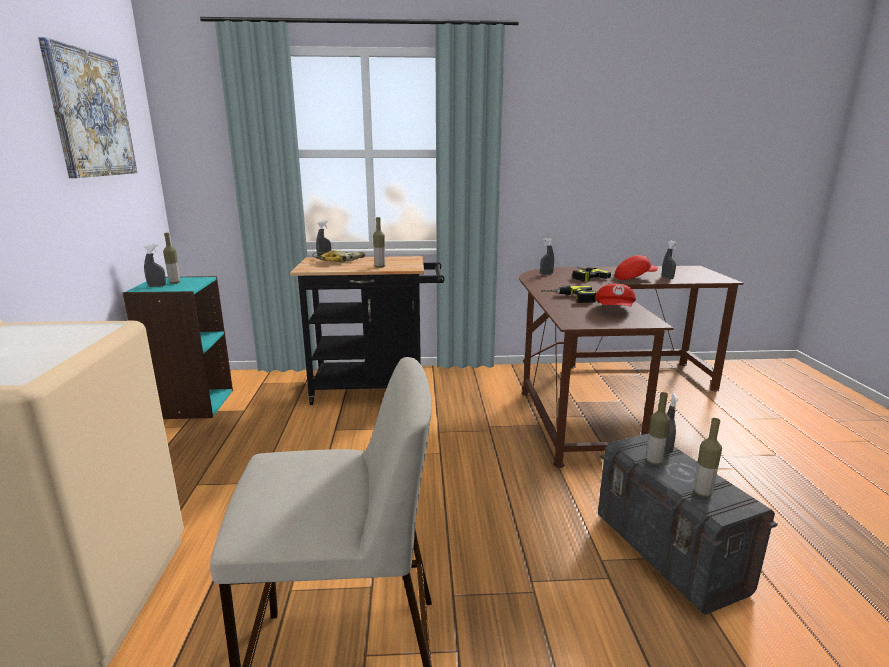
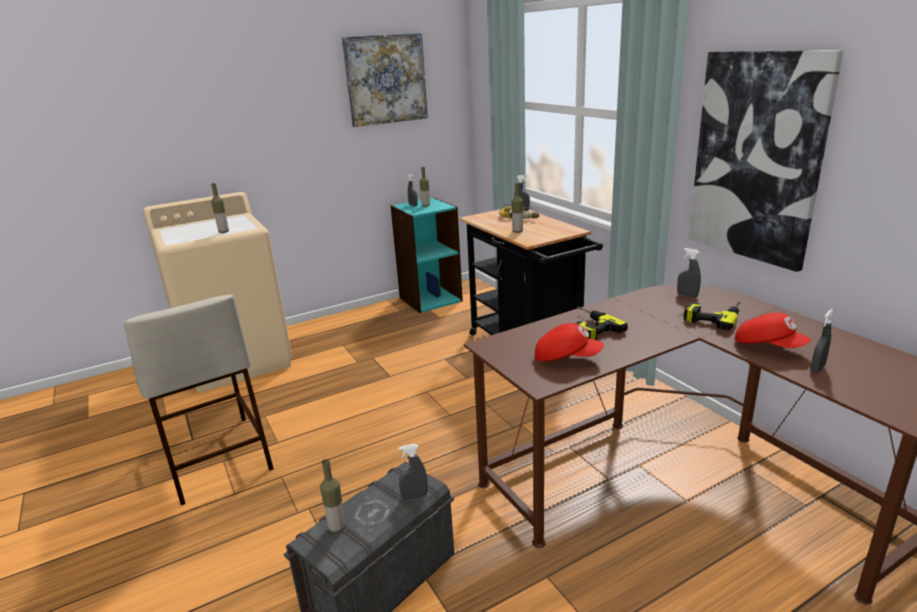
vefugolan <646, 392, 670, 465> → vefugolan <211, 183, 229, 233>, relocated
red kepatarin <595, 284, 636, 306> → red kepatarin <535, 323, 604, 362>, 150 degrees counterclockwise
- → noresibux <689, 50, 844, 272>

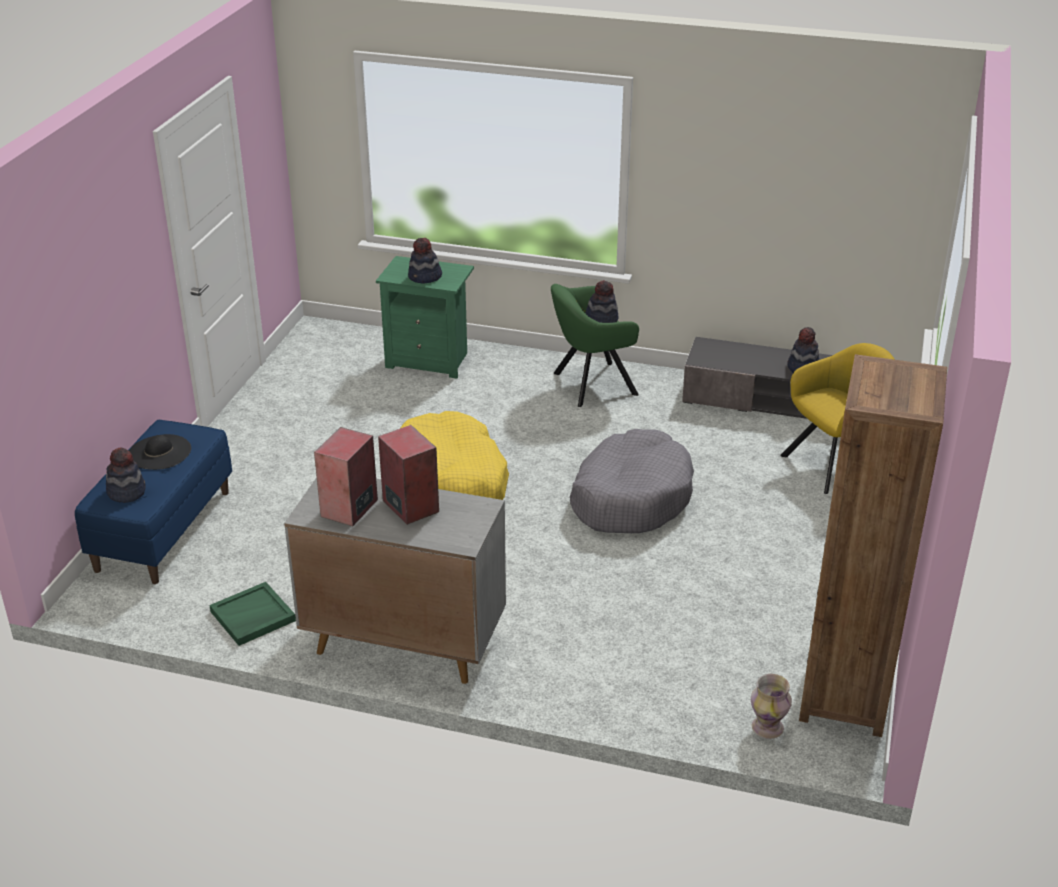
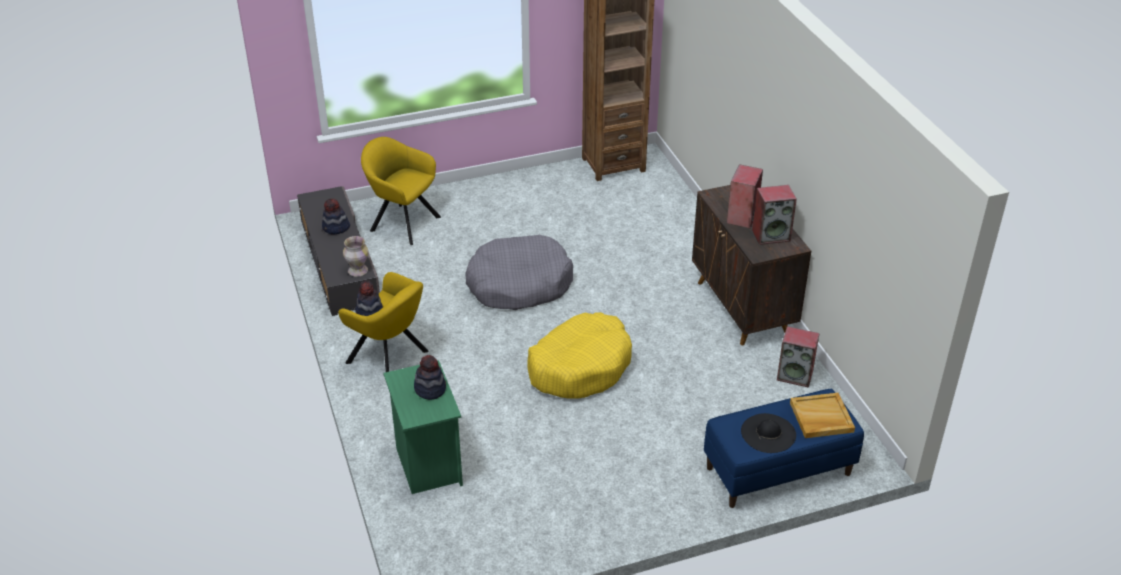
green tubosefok <551, 284, 639, 407> → yellow tubosefok <338, 272, 429, 372>
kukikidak <751, 674, 792, 739> → kukikidak <343, 236, 369, 277>, relocated
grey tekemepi <284, 478, 506, 684> → brown tekemepi <692, 185, 811, 345>
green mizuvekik <210, 582, 296, 646> → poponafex <777, 326, 820, 388>
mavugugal <106, 447, 146, 503> → beige mizuvekik <790, 393, 855, 438>

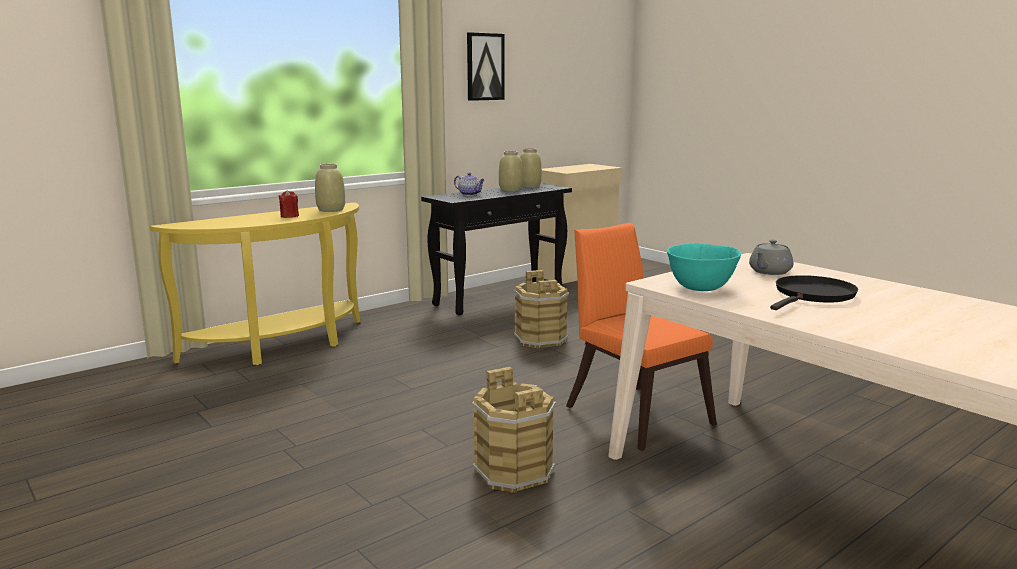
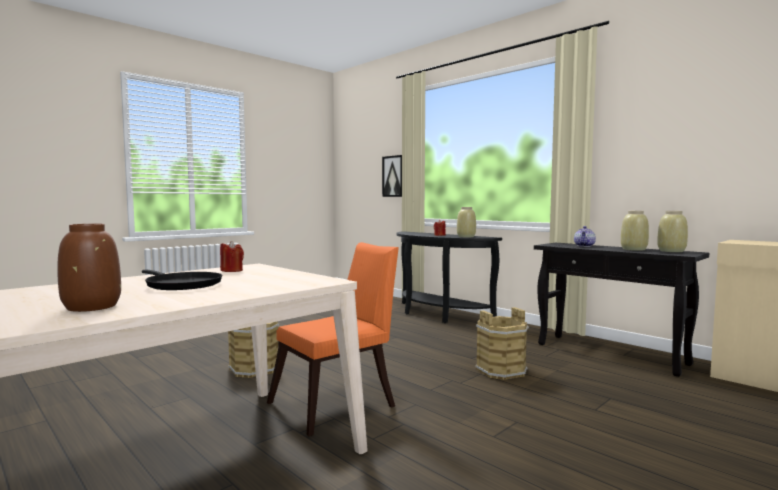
- → brown kukikidak <57, 224, 121, 312>
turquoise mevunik <667, 243, 741, 291> → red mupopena <220, 241, 244, 272>
noresibux <467, 32, 505, 101> → noresibux <382, 155, 402, 197>, relocated
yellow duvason <150, 202, 361, 365> → black duvason <397, 231, 502, 323>
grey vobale <749, 240, 793, 275> → -

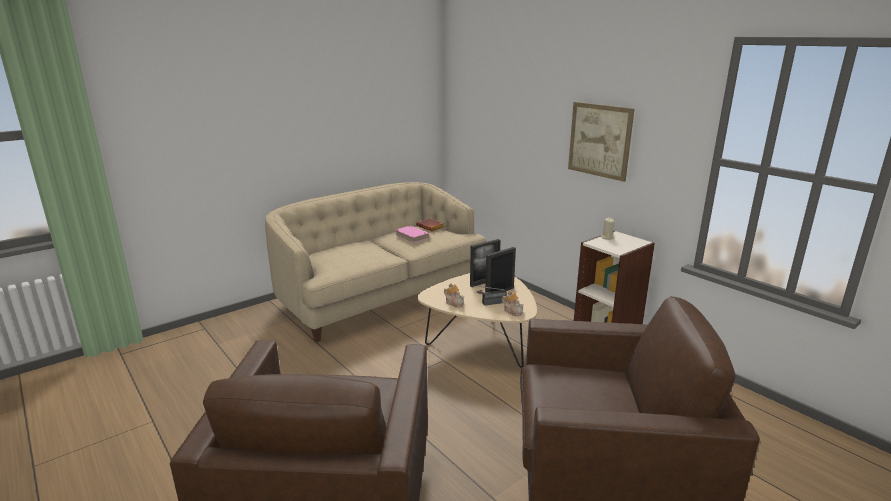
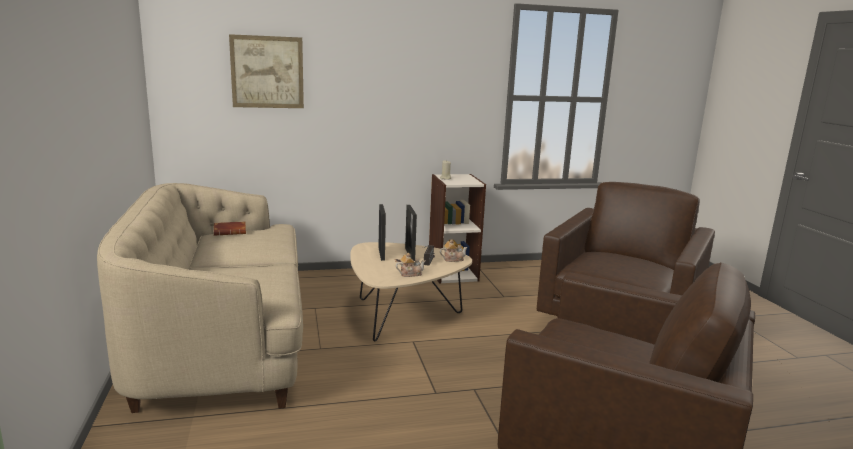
noresibux <568, 102, 634, 182> → noresibux <229, 34, 304, 108>, relocated
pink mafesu <395, 225, 429, 243> → -

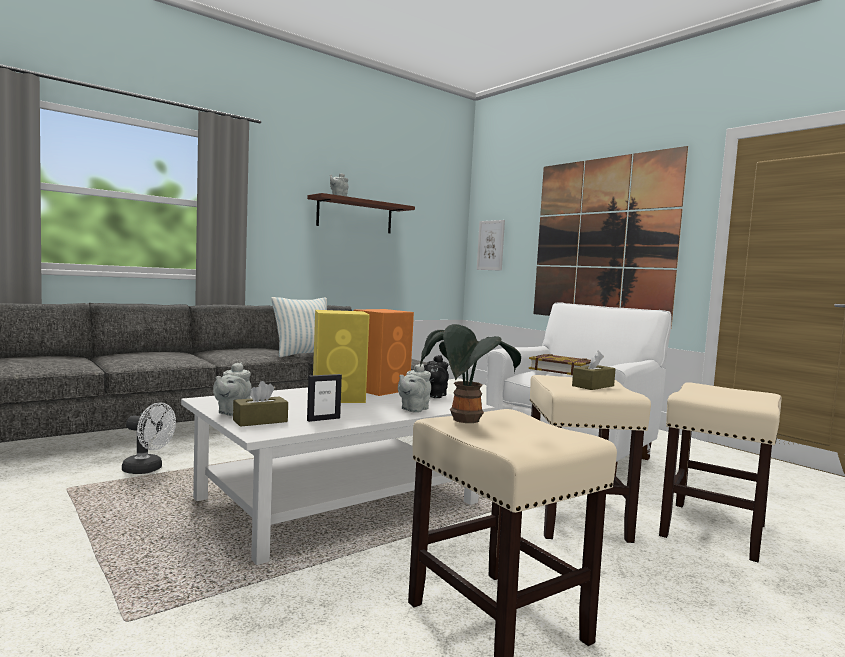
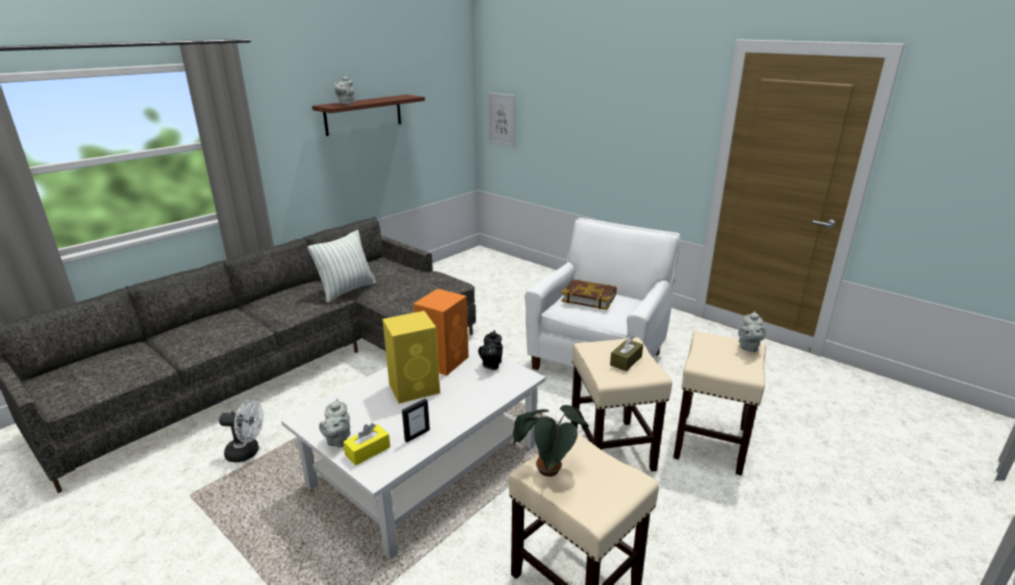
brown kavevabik <233, 381, 288, 427> → yellow kavevabik <343, 423, 390, 465>
grey vobale <398, 364, 431, 413> → grey vobale <738, 311, 766, 352>, relocated
noresibux <534, 146, 688, 329> → -

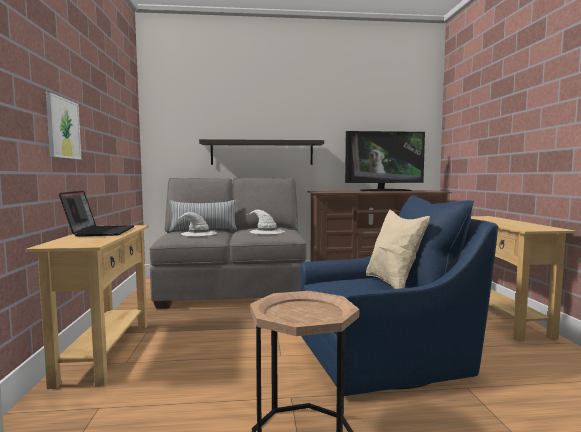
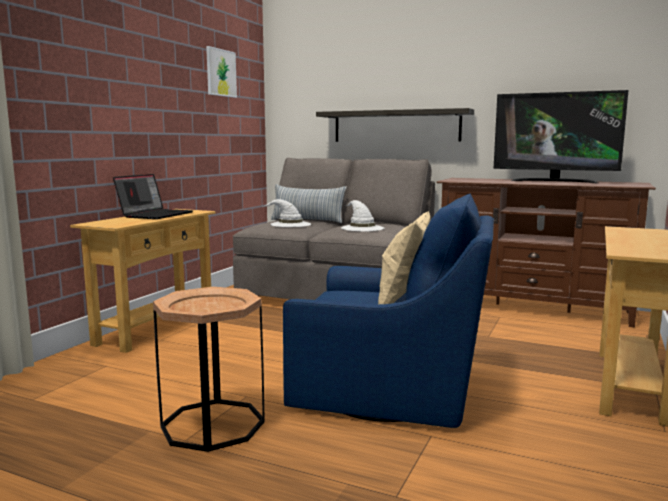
noresibux <46, 92, 81, 159> → noresibux <206, 46, 237, 98>, relocated

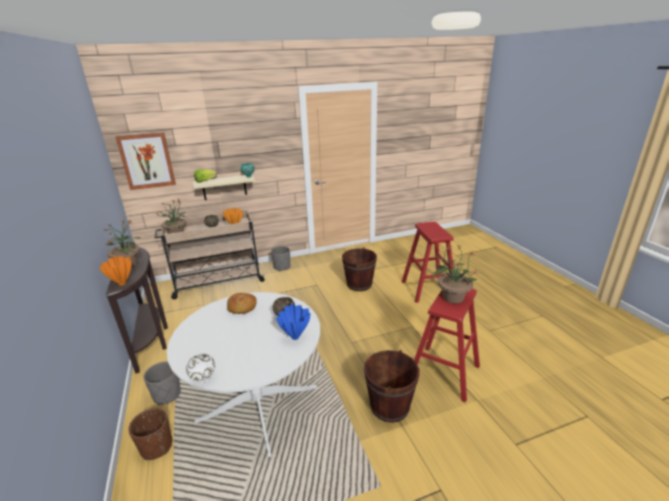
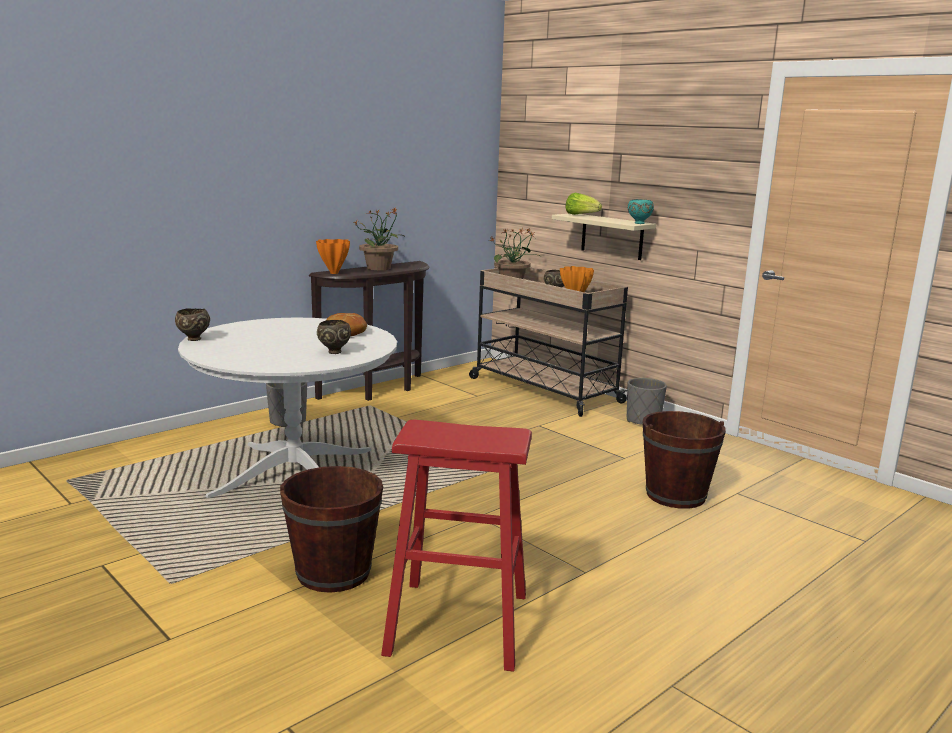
white mevunik <186, 353, 215, 383> → brown mevunik <175, 308, 210, 341>
noresibux <116, 132, 176, 190> → -
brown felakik <129, 408, 172, 460> → -
blue kukikidak <276, 303, 310, 340> → -
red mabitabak <402, 222, 454, 303> → -
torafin <433, 245, 477, 304> → -

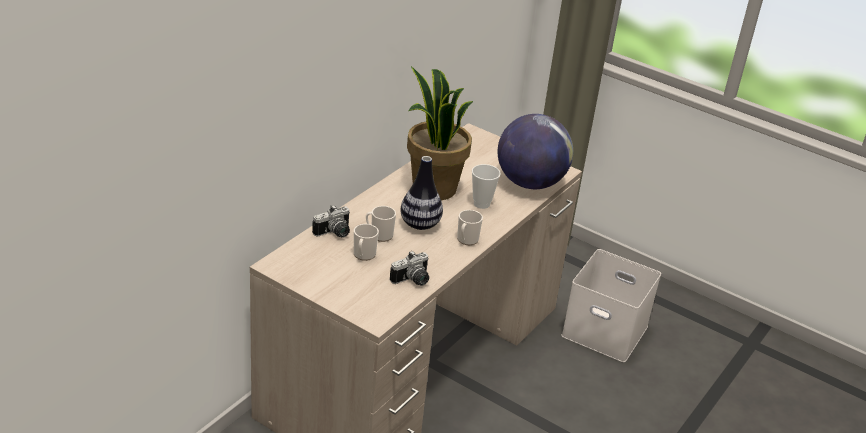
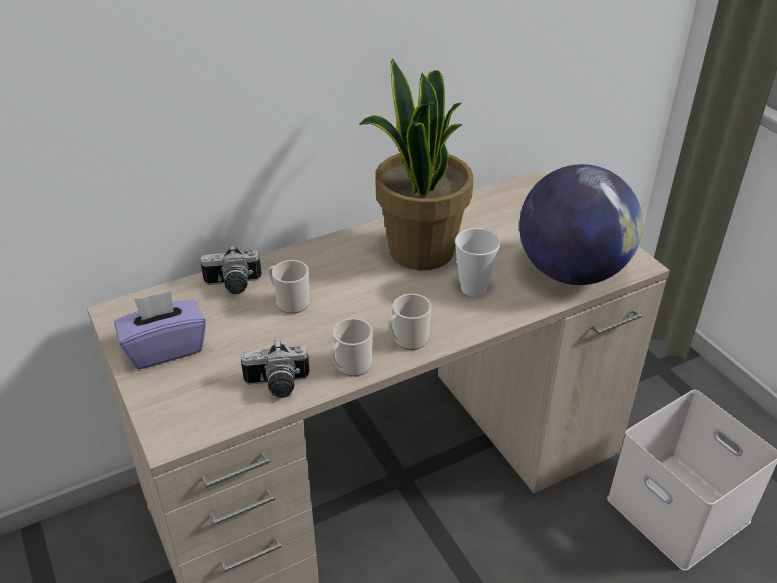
- → purple kavevabik <114, 291, 206, 370>
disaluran <354, 224, 379, 261> → disaluran <331, 318, 373, 377>, relocated
kukikidak <400, 156, 443, 230> → -

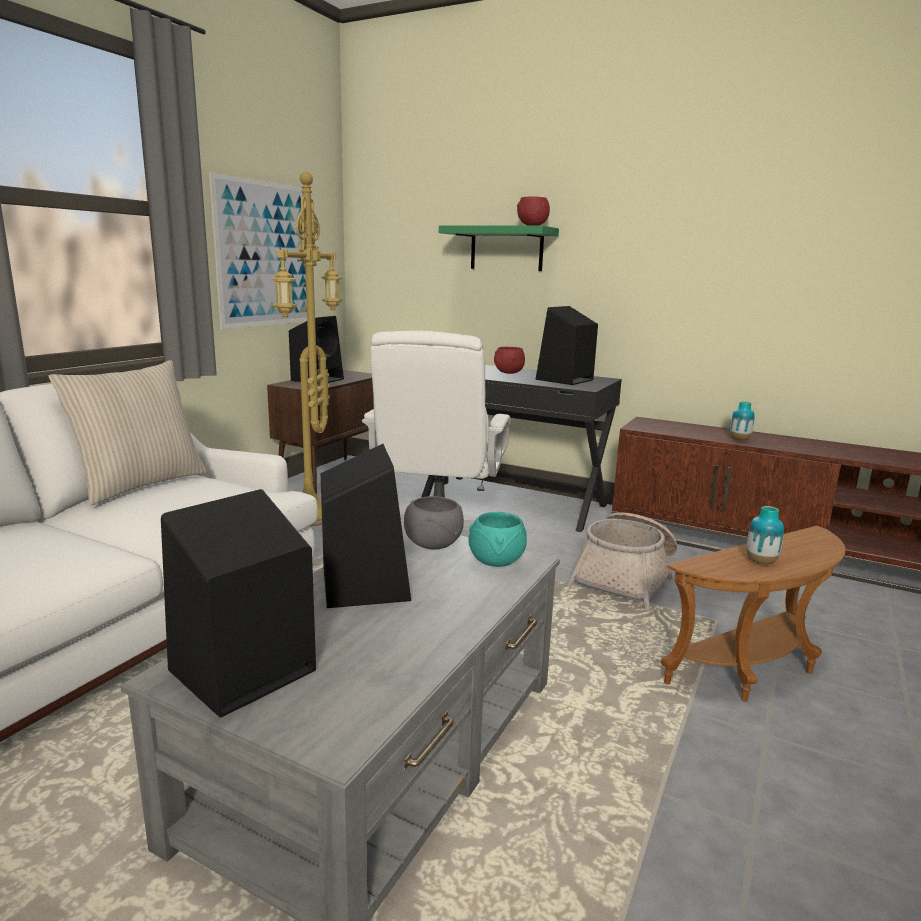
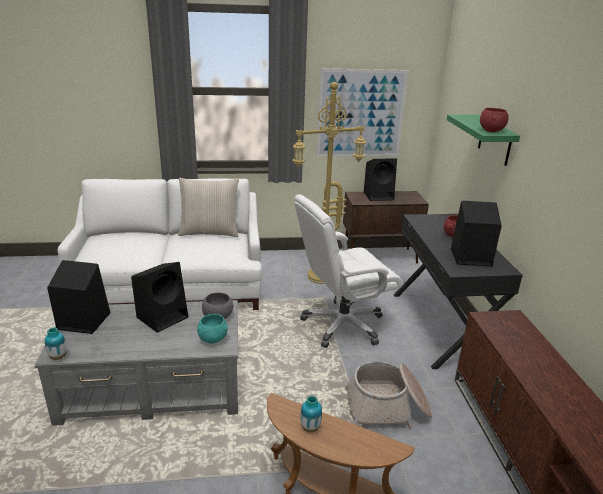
kukikidak <730, 401, 755, 440> → kukikidak <45, 328, 67, 360>, relocated

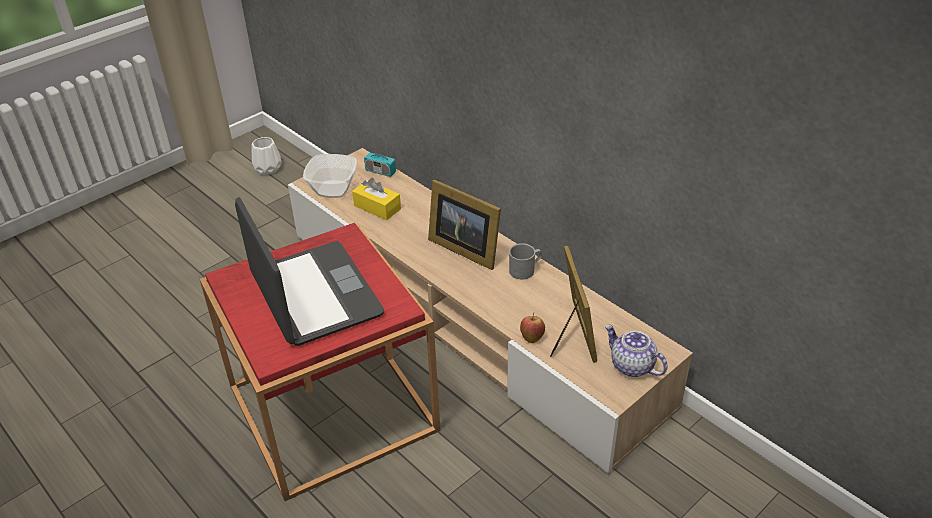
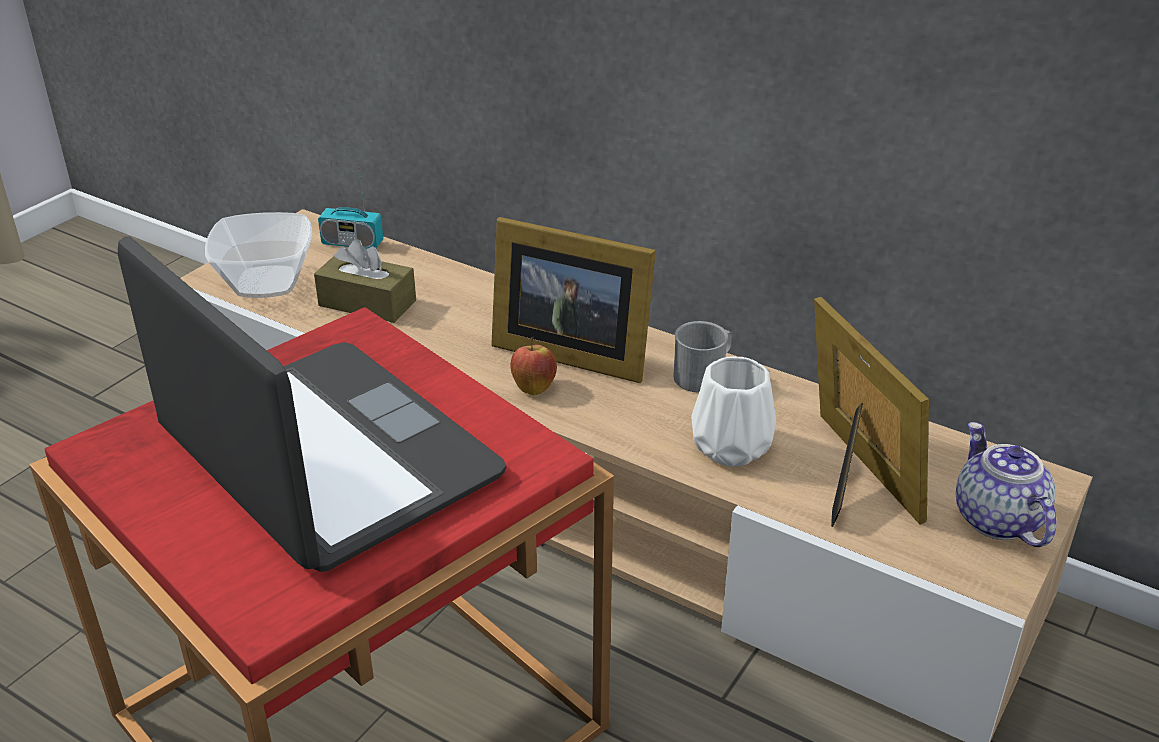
yellow kavevabik <352, 178, 401, 220> → brown kavevabik <314, 239, 416, 323>
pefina <520, 313, 545, 343> → pefina <510, 336, 557, 396>, relocated
white kukikidak <251, 137, 282, 175> → white kukikidak <691, 356, 776, 467>, relocated
vobale <605, 325, 668, 377> → vobale <956, 422, 1057, 547>, 45 degrees clockwise

